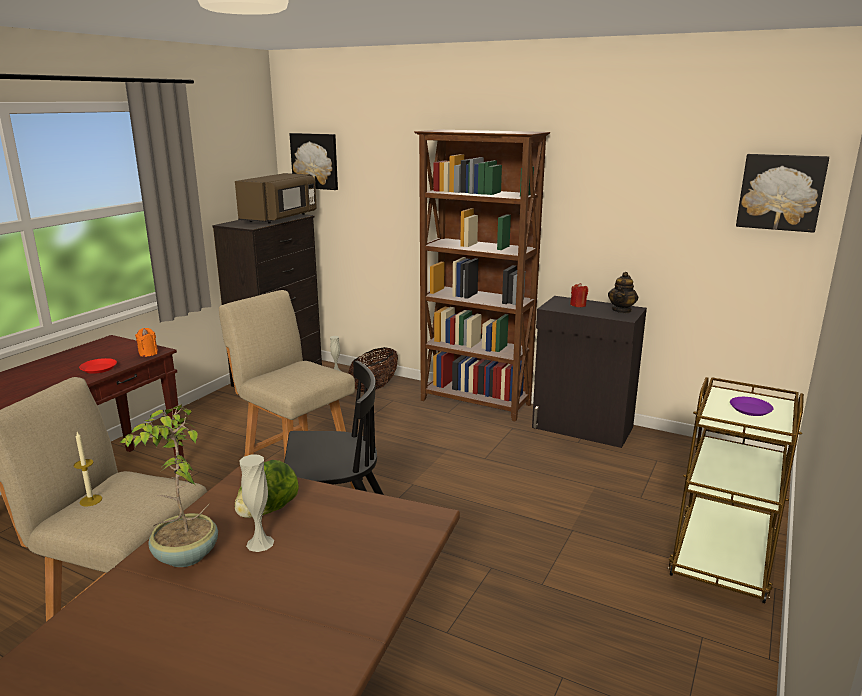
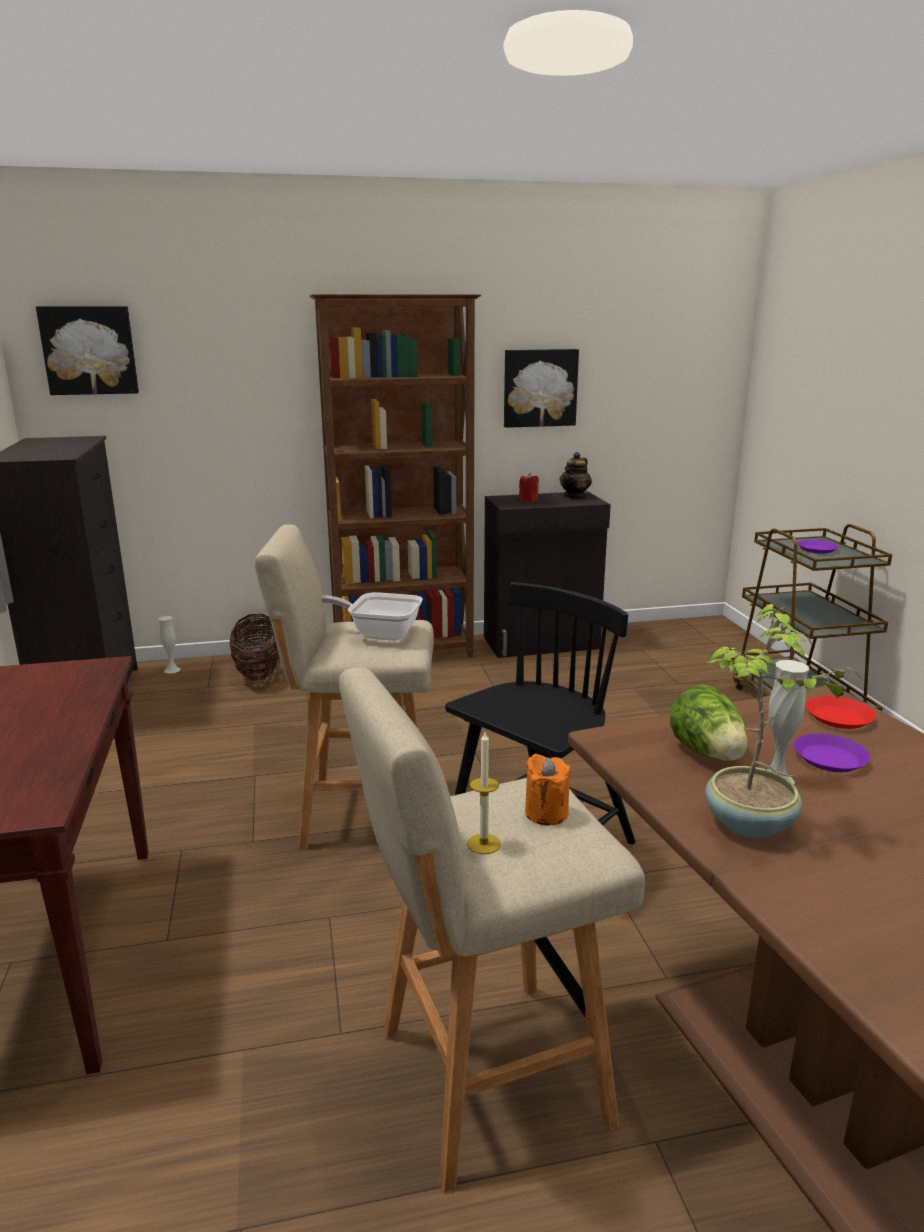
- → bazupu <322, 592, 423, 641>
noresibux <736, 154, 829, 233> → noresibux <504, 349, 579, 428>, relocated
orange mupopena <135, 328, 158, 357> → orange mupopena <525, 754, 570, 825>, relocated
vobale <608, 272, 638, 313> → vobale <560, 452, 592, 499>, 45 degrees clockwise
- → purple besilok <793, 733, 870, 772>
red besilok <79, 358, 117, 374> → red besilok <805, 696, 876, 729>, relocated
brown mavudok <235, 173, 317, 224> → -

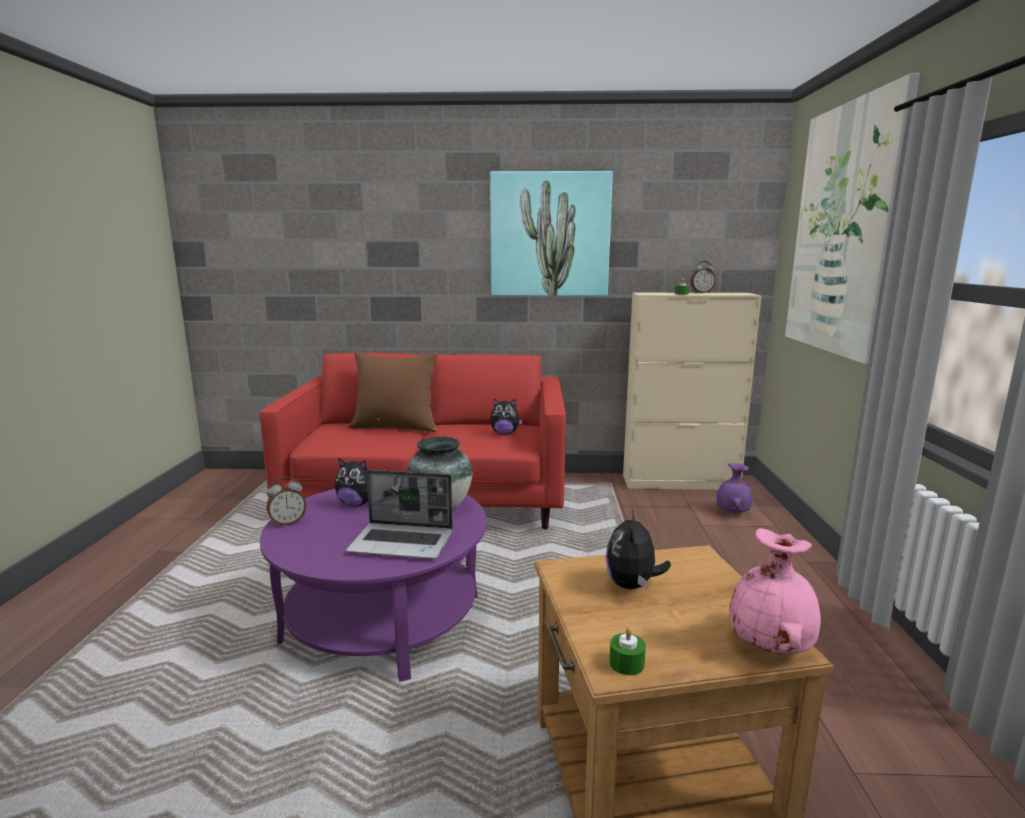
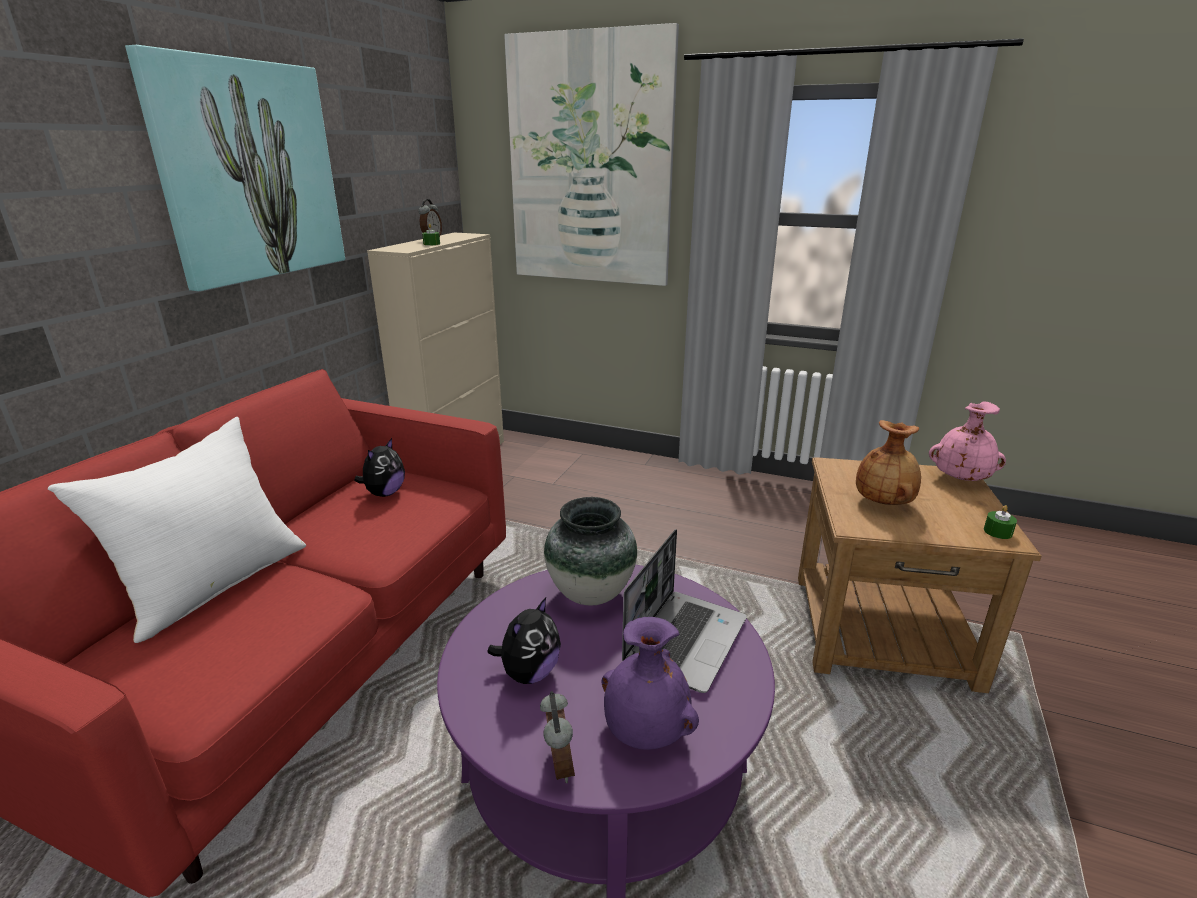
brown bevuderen <348, 350, 438, 432> → white bevuderen <48, 417, 306, 643>
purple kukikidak <716, 463, 752, 513> → purple kukikidak <602, 617, 699, 750>, relocated
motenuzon <606, 509, 671, 589> → brown kukikidak <856, 420, 921, 505>

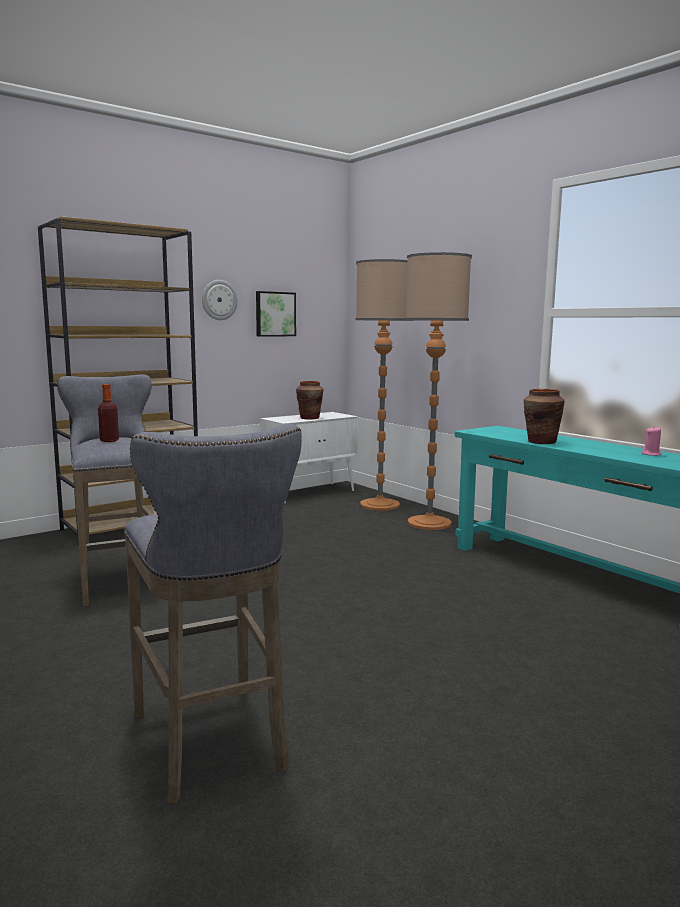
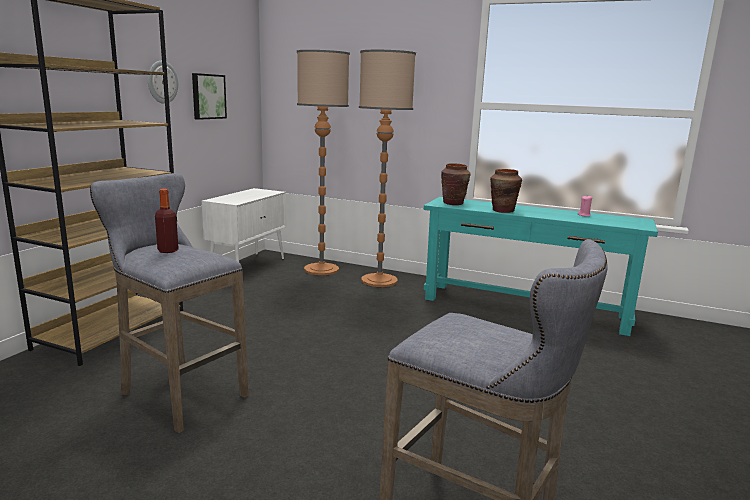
brown kukikidak <296, 381, 323, 419> → brown kukikidak <441, 163, 471, 205>, relocated

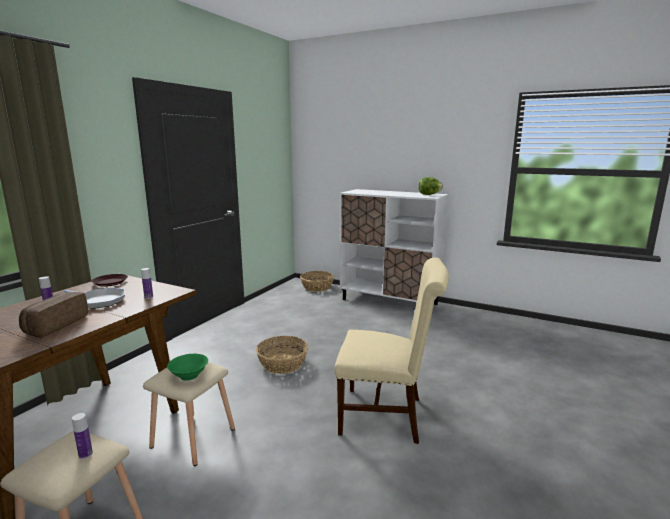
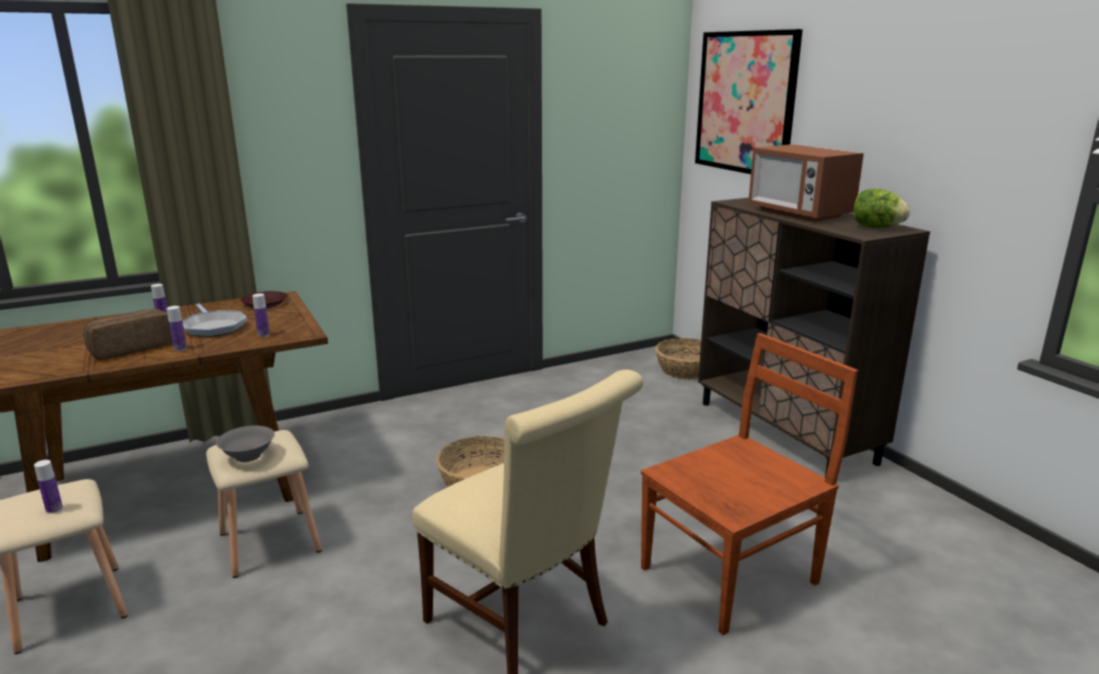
- → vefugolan <167, 306, 187, 351>
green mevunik <167, 354, 208, 381> → grey mevunik <216, 426, 275, 462>
- → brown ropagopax <641, 333, 858, 635>
- → noresibux <695, 29, 803, 174>
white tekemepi <340, 189, 448, 305> → brown tekemepi <698, 197, 930, 477>
- → mavudok <748, 144, 864, 222>

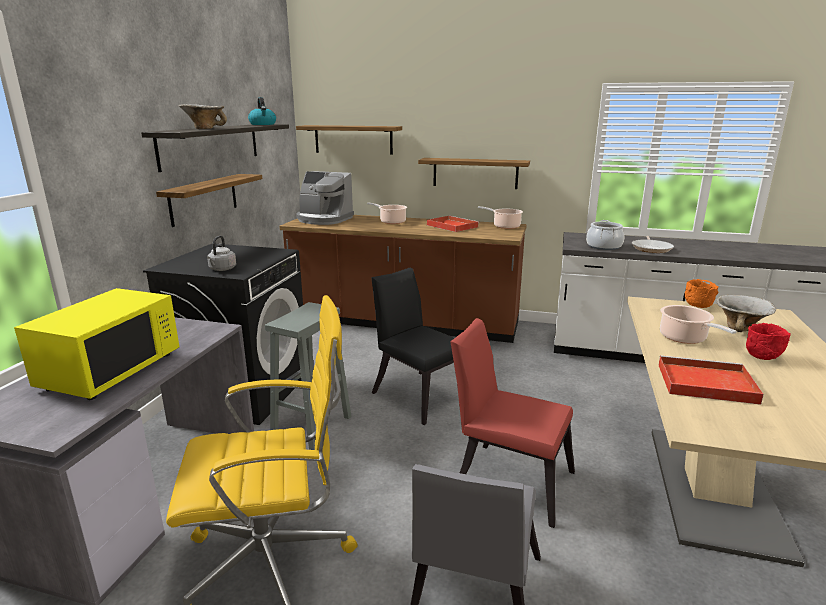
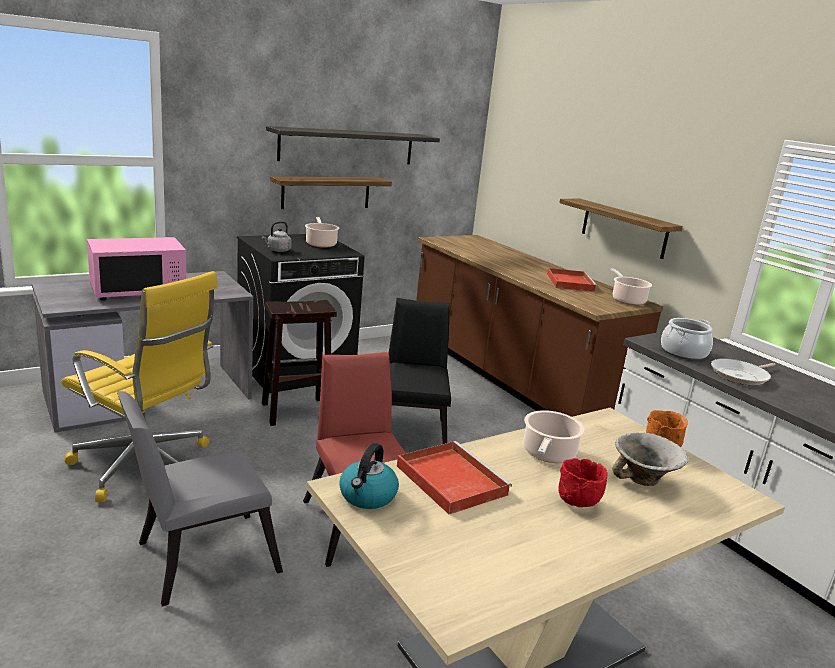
yellow mavudok <14, 288, 179, 400> → pink mavudok <87, 237, 187, 300>
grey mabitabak <265, 302, 351, 450> → brown mabitabak <262, 300, 337, 426>
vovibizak <367, 203, 407, 224> → vovibizak <305, 217, 339, 248>, relocated
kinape <248, 97, 276, 125> → kinape <339, 443, 399, 509>, relocated
mevunik <179, 104, 227, 129> → -
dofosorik <296, 125, 402, 155> → -
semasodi <296, 171, 354, 225> → -

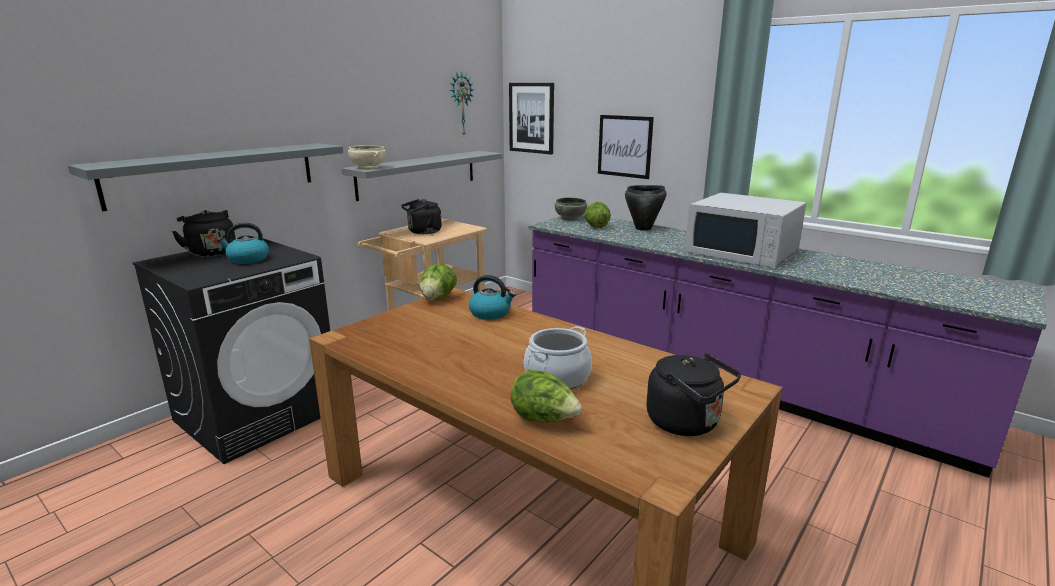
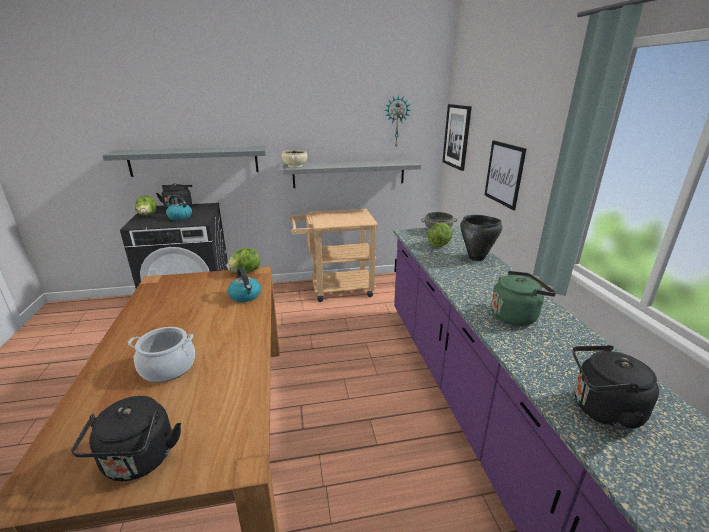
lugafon <510, 370, 582, 423> → lugafon <135, 196, 156, 216>, relocated
white mavudok <685, 193, 806, 267> → green kinape <491, 271, 556, 326>
black kinape <401, 199, 442, 234> → black kinape <573, 345, 659, 430>, relocated

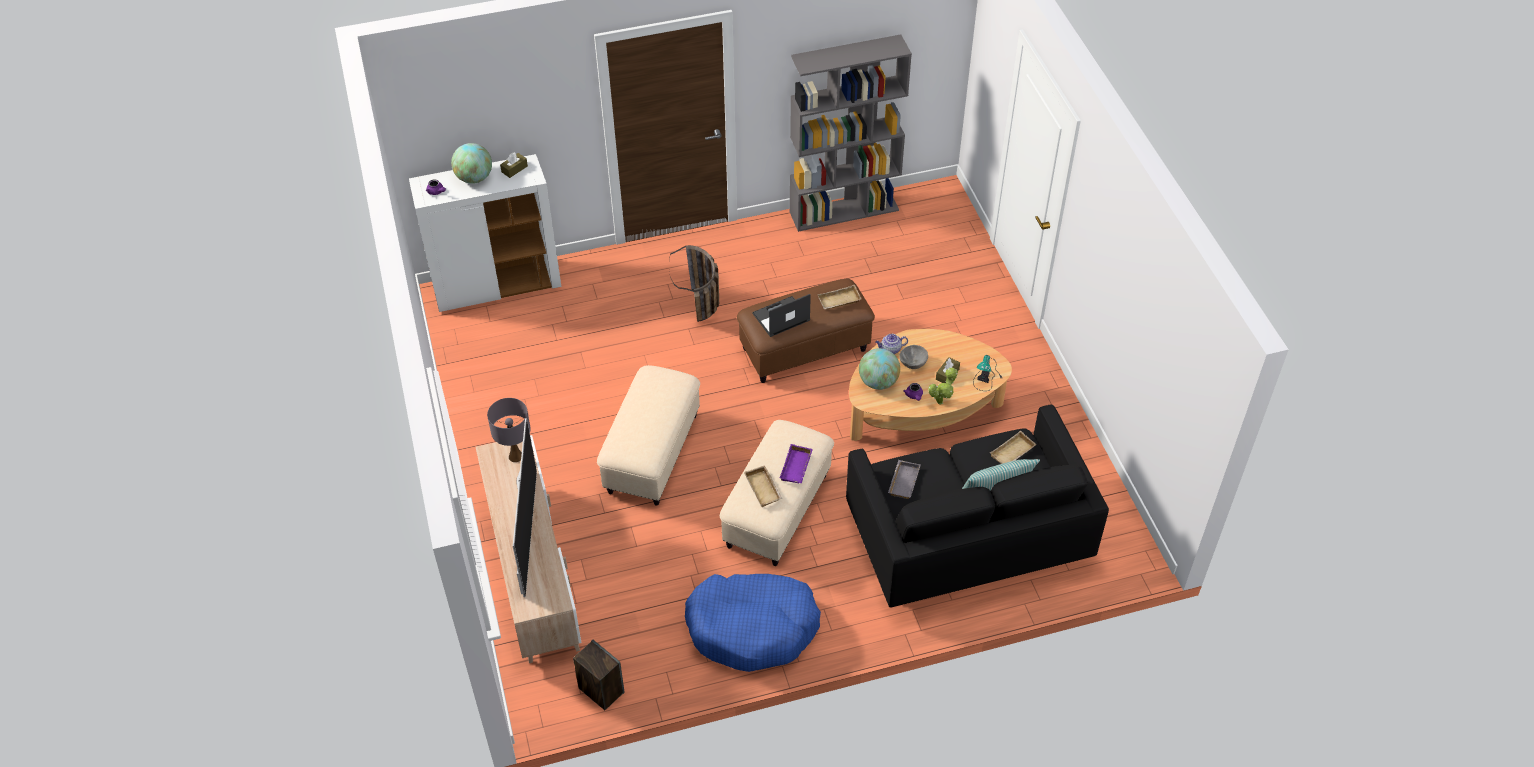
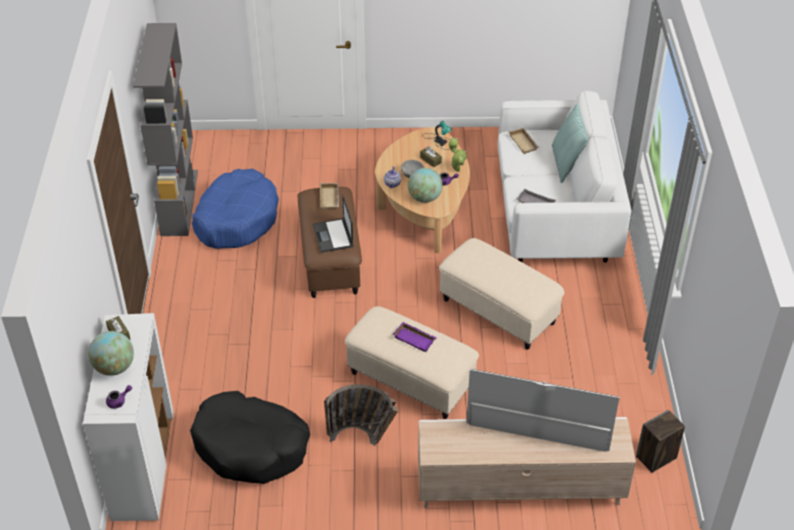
- → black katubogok <190, 391, 310, 484>
blue katubogok <685, 574, 821, 672> → blue katubogok <192, 169, 279, 249>, relocated
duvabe <669, 245, 719, 322> → duvabe <324, 384, 398, 446>, relocated
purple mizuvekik <780, 444, 813, 483> → purple mizuvekik <393, 322, 437, 352>, relocated
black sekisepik <846, 404, 1109, 607> → white sekisepik <498, 90, 631, 262>
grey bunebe <487, 398, 531, 462> → -
beige mizuvekik <744, 466, 782, 507> → -

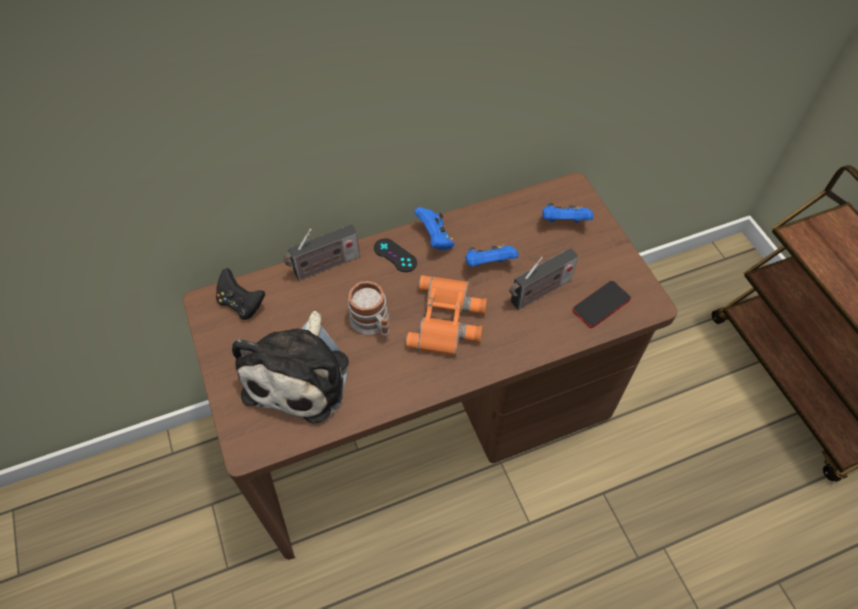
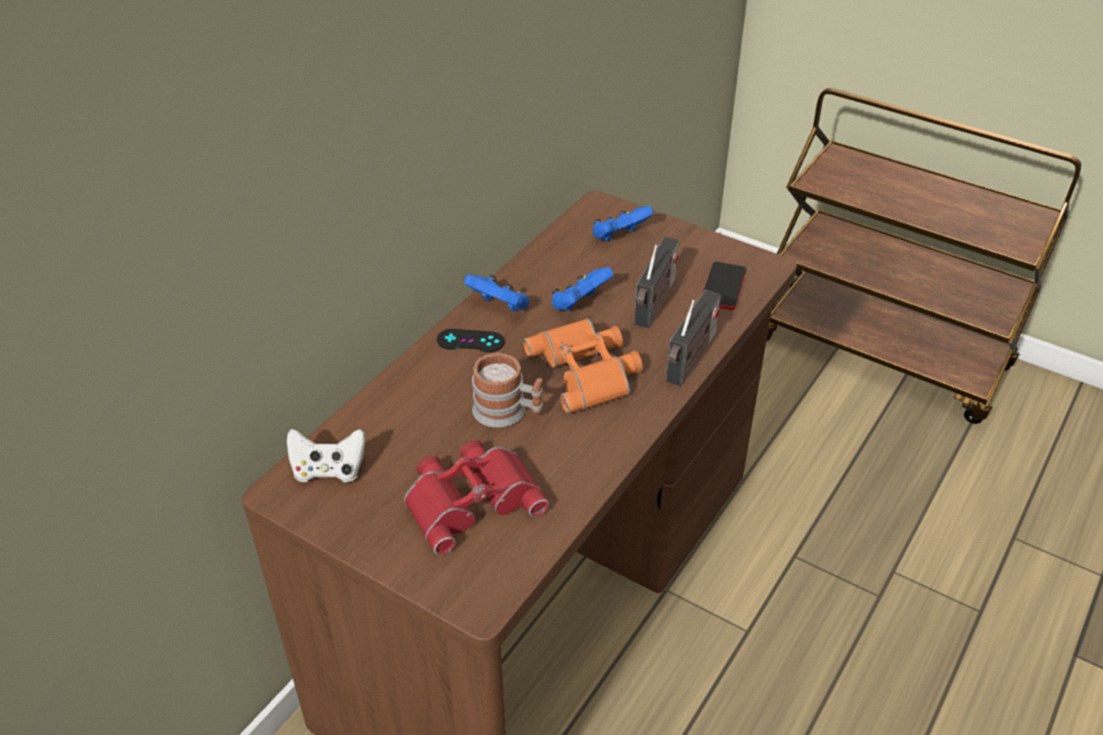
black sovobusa <216, 268, 265, 320> → white sovobusa <287, 429, 365, 482>
motenuzon <232, 311, 349, 424> → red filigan <404, 440, 549, 555>
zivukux <283, 224, 360, 281> → zivukux <666, 289, 721, 386>, relocated

